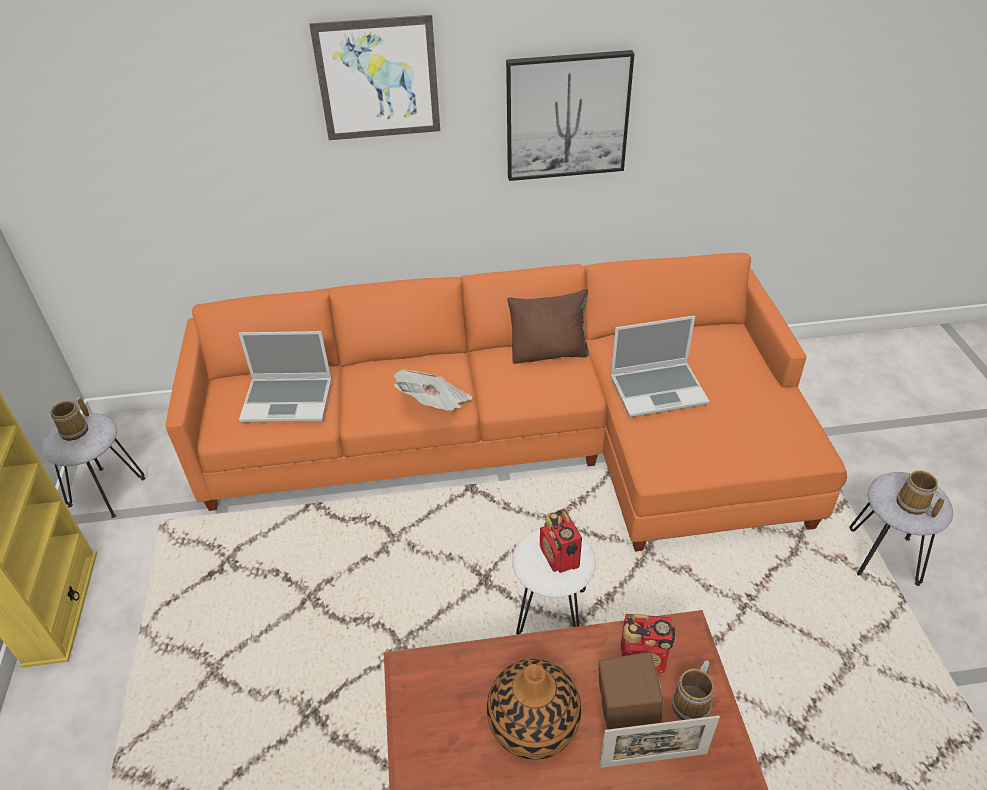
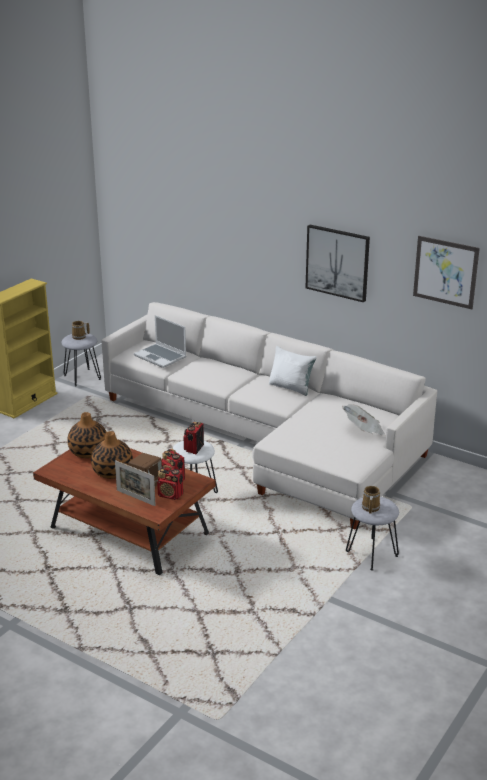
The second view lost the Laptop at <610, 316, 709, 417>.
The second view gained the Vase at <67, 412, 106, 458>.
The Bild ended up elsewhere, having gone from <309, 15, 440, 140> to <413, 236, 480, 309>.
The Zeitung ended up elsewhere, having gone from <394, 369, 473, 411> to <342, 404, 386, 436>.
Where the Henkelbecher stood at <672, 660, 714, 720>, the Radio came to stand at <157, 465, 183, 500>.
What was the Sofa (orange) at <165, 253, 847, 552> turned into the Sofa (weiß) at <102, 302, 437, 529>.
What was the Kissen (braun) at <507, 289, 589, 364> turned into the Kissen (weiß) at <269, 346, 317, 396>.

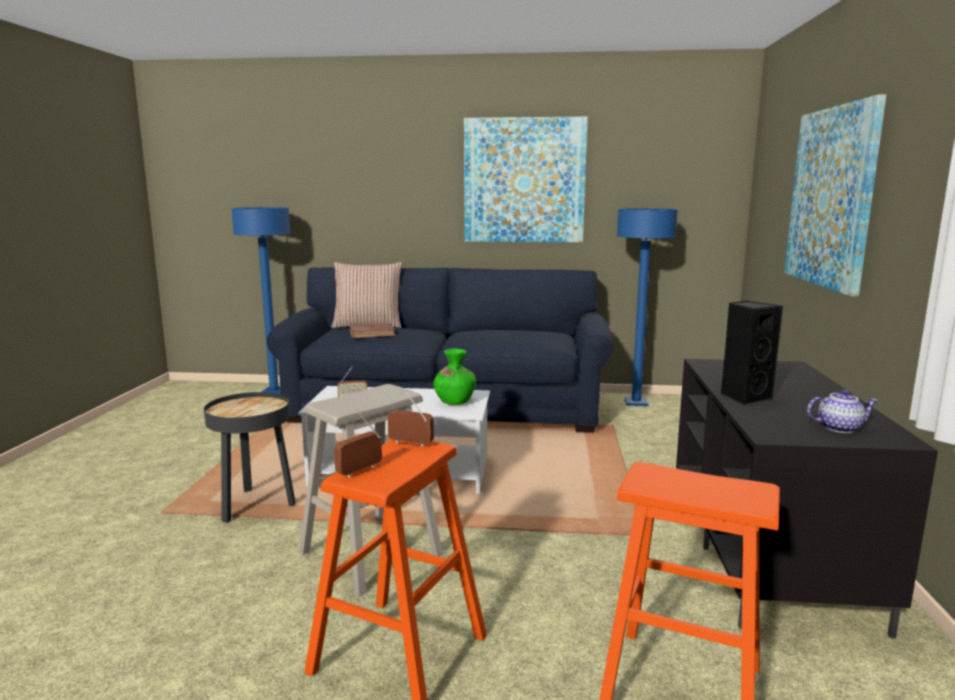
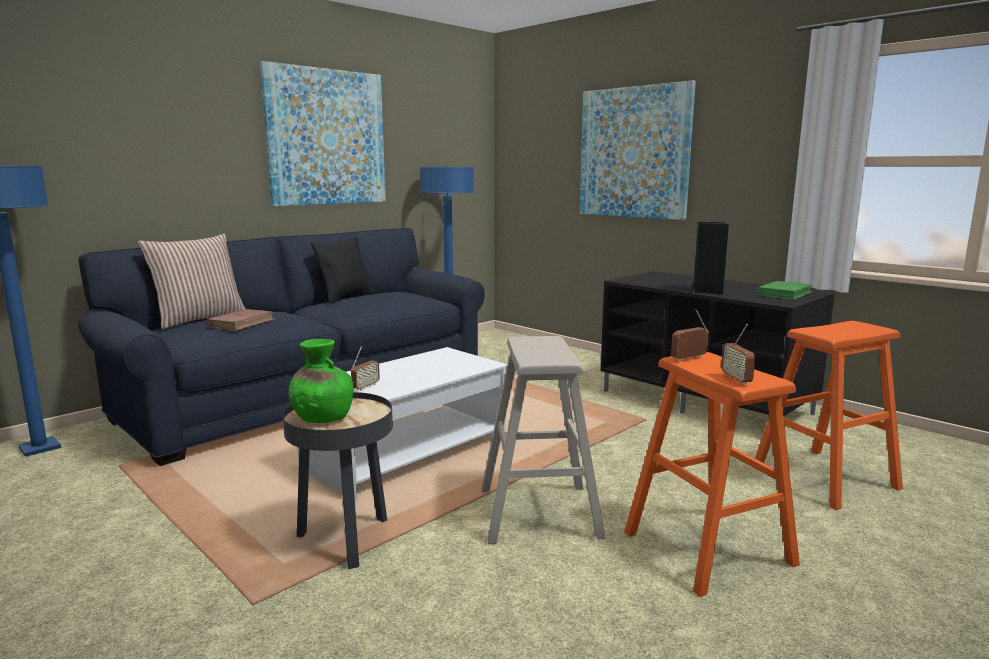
The second view gained the Kissen (schwarz) at <311, 237, 374, 303>.
The Vase (grün) ended up elsewhere, having gone from <433, 348, 476, 405> to <289, 339, 354, 423>.
Where the Teekanne stood at <807, 389, 878, 433>, the Buch (grün) came to stand at <756, 281, 813, 300>.

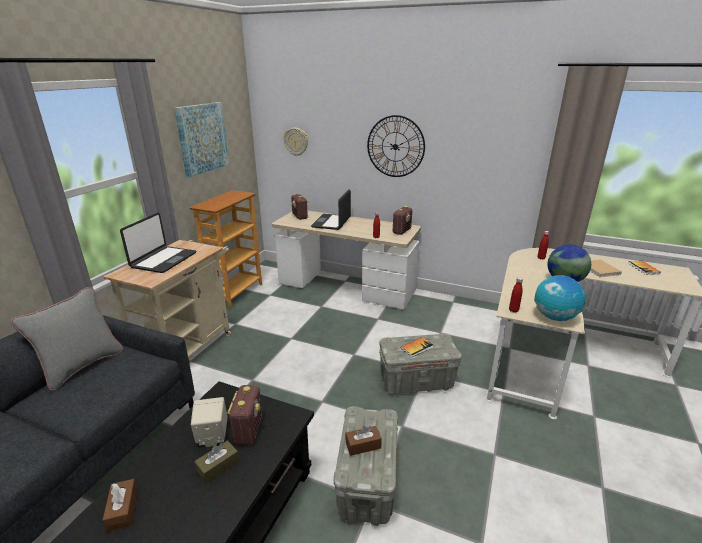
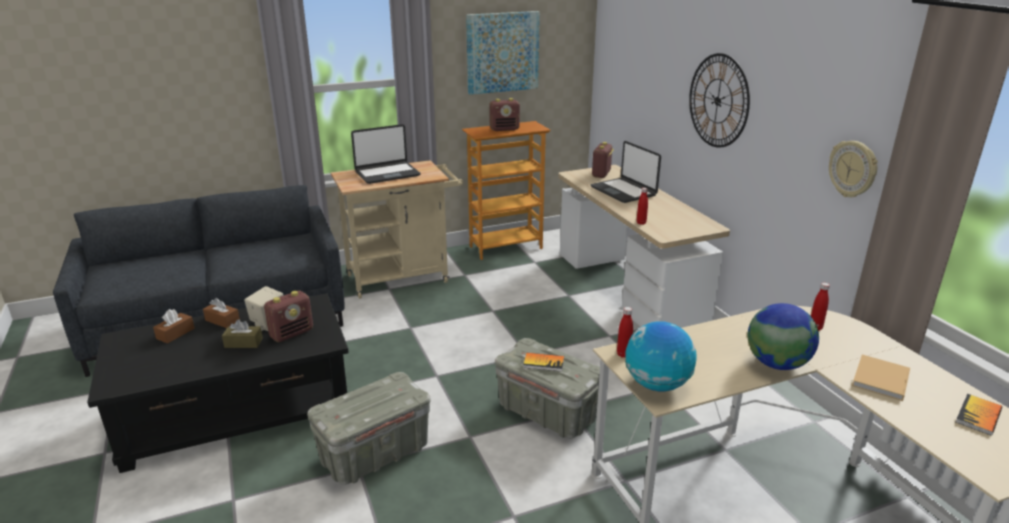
The second view lost the Kissen (grau) at <11, 287, 123, 391>.
The Wanduhr ended up elsewhere, having gone from <284, 128, 308, 156> to <829, 141, 878, 197>.
The Taschentuchbox (braun) ended up elsewhere, having gone from <346, 426, 382, 456> to <203, 298, 240, 328>.
The Radio ended up elsewhere, having gone from <393, 206, 412, 235> to <489, 98, 520, 131>.
The Laptop at <311, 189, 351, 230> ended up facing another way, 90 degrees counterclockwise from before.

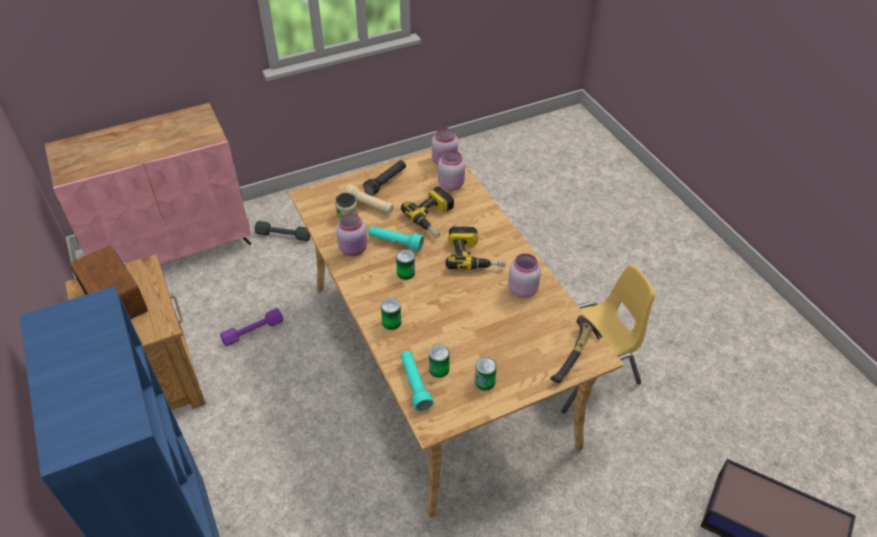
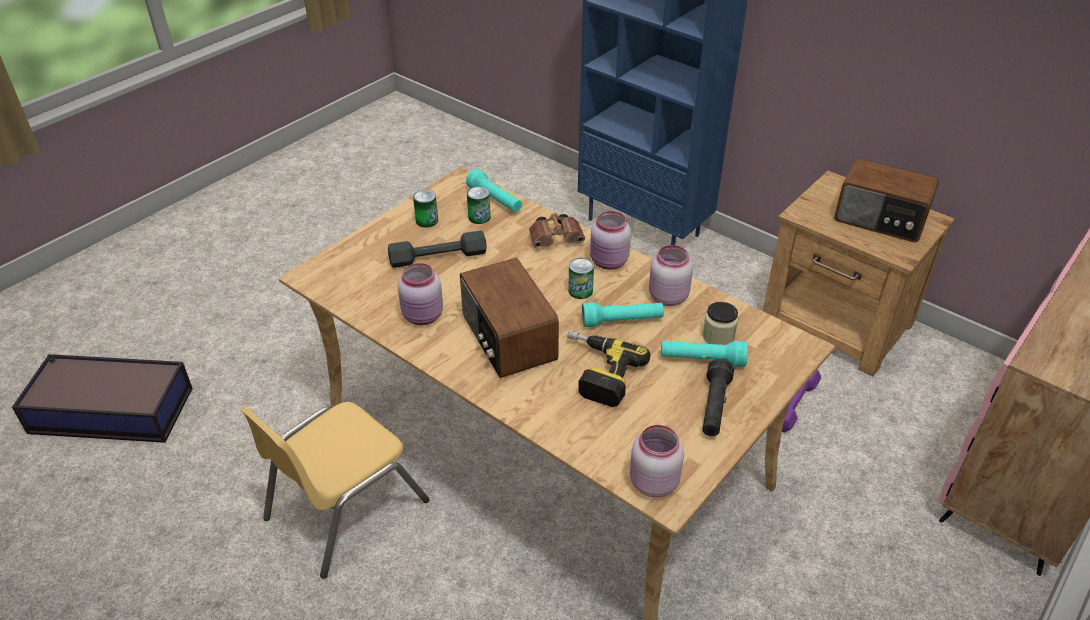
The second view lost the Hammer at <550, 315, 602, 383>.
The Hantel (grau) ended up elsewhere, having gone from <255, 221, 311, 241> to <388, 231, 487, 268>.
The Vorratsglas (rosa) ended up elsewhere, having gone from <438, 150, 465, 191> to <590, 211, 631, 270>.
Where the Dose stood at <381, 298, 401, 330>, the Fernglas (braun) came to stand at <529, 213, 585, 248>.
Where the Bohrmaschine stood at <445, 227, 505, 270>, the Radio came to stand at <460, 258, 559, 378>.
What was the Taschenlampe (beige) at <344, 184, 394, 214> turned into the Taschenlampe (türkis) at <661, 341, 748, 367>.

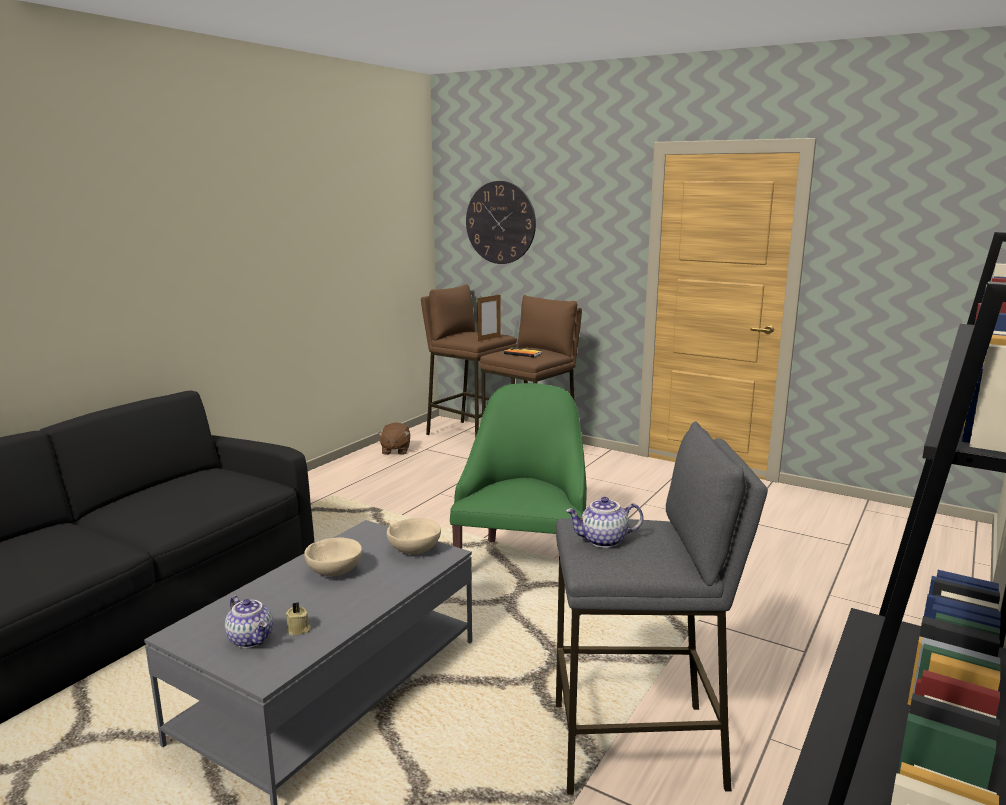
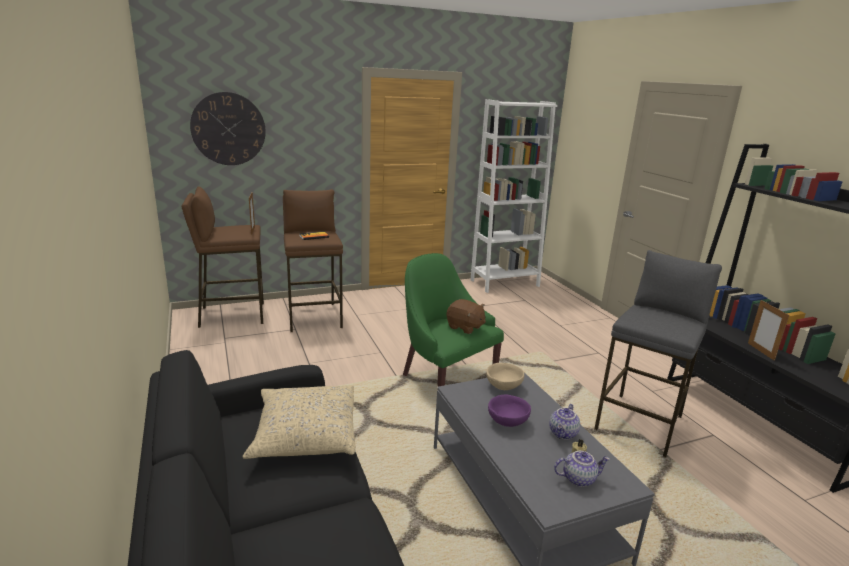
The second view gained the Kissen (beige) at <243, 385, 356, 459>.
The second view gained the Bücherregal (weiß) at <471, 99, 558, 293>.
The second view gained the Bilderrahmen at <748, 300, 789, 361>.
The Plüschtier (braun) ended up elsewhere, having gone from <378, 422, 410, 455> to <447, 299, 486, 334>.
The Teekanne ended up elsewhere, having gone from <565, 497, 643, 548> to <549, 404, 580, 440>.
What was the Schüssel (beige) at <304, 537, 362, 576> turned into the Schüssel (lila) at <488, 395, 531, 427>.

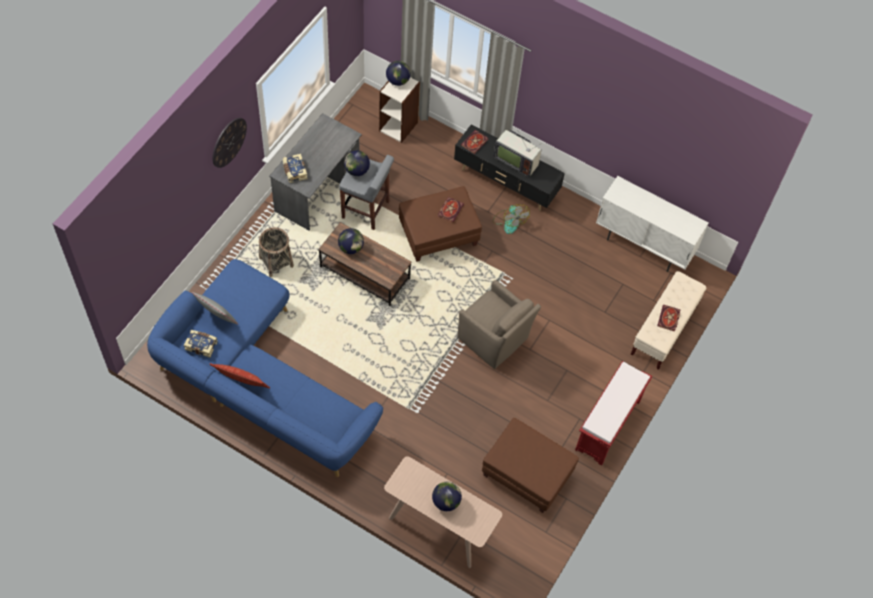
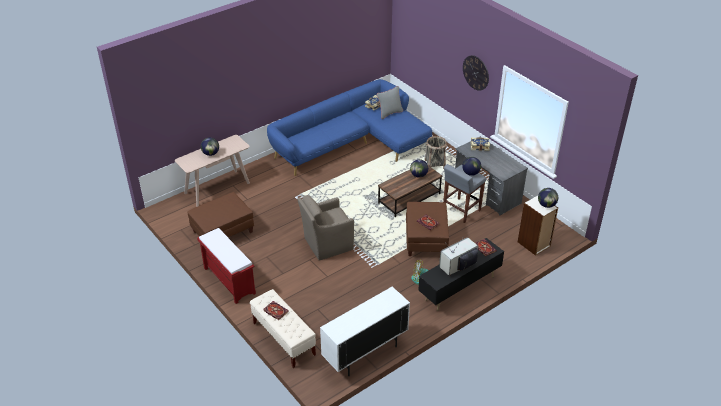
The second view lost the Kissen at <209, 363, 270, 388>.

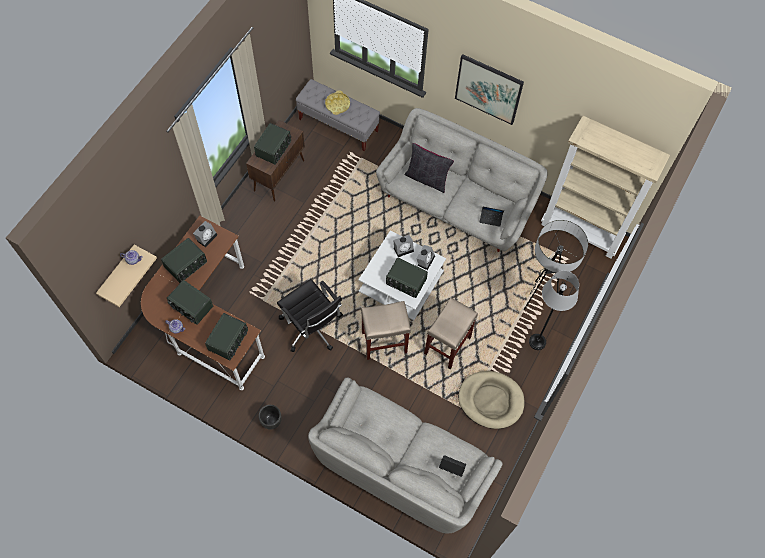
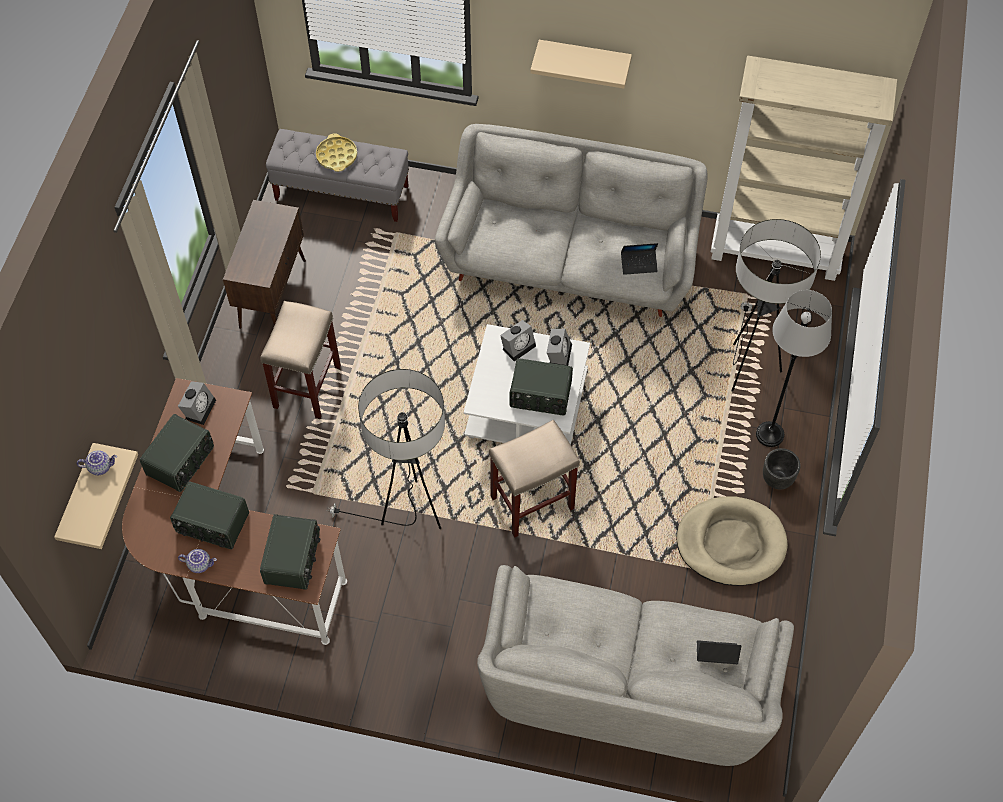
The second view lost the Radio at <254, 123, 291, 165>.
The second view lost the Kissen (schwarz) at <404, 143, 454, 193>.
The Pflanzkübel (schwarz) ended up elsewhere, having gone from <258, 405, 282, 430> to <763, 448, 800, 489>.
The Hocker (beige) ended up elsewhere, having gone from <424, 298, 478, 369> to <260, 301, 341, 419>.
Where the Bürostuhl (schwarz) stood at <277, 279, 343, 352>, the Stehlampe came to stand at <326, 369, 445, 529>.
Where the Bild hung at <455, 54, 524, 125>, the Wandregal (beige) came to hang at <530, 40, 632, 89>.

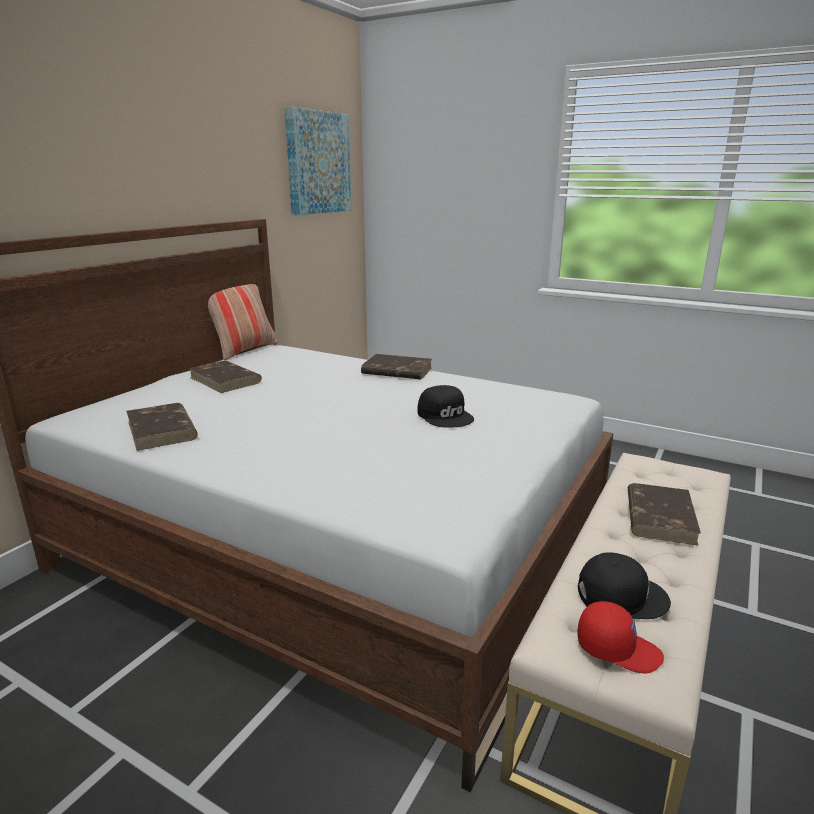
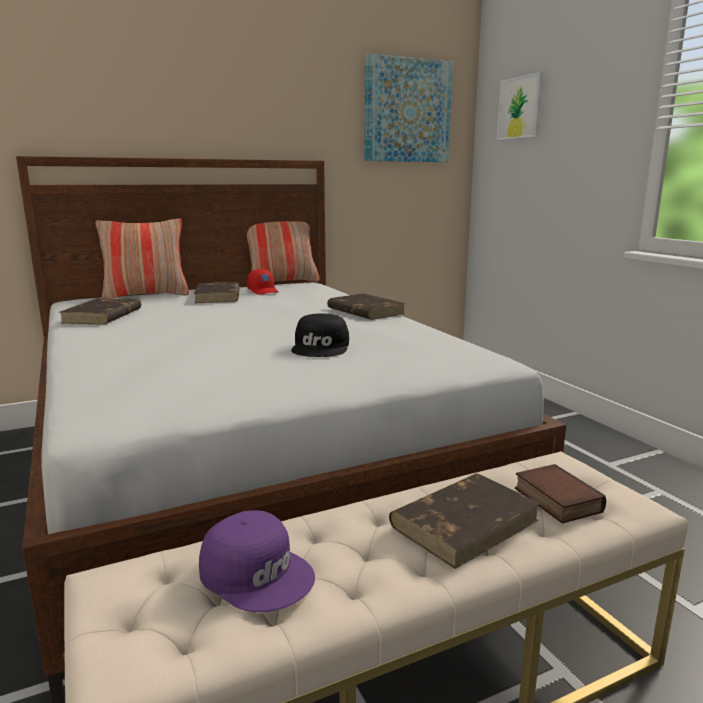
The second view gained the Kissen at <96, 218, 189, 298>.
The second view gained the Bild at <497, 72, 543, 140>.
The second view gained the Buch at <515, 464, 606, 523>.
The Kappe (rot) ended up elsewhere, having gone from <577, 601, 664, 674> to <247, 268, 279, 295>.
What was the Kappe (schwarz) at <578, 552, 671, 619> turned into the Kappe (lila) at <199, 510, 315, 612>.

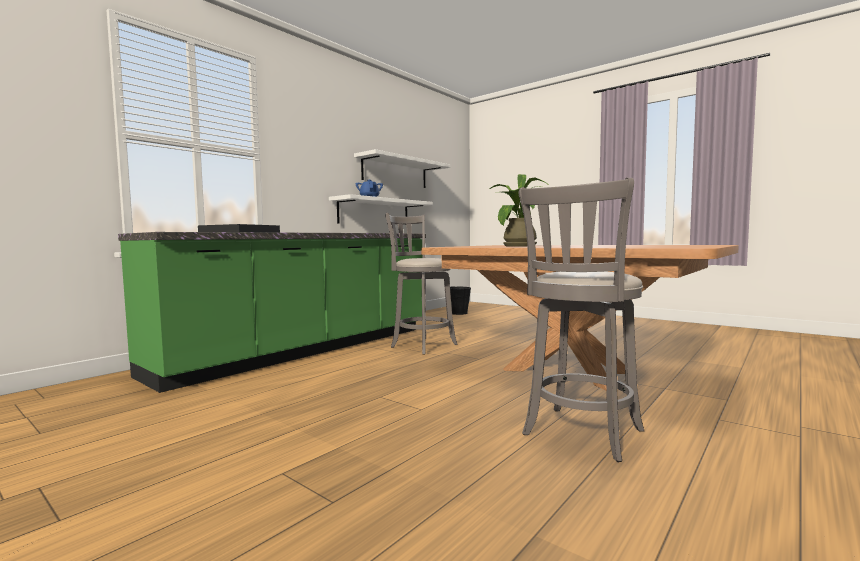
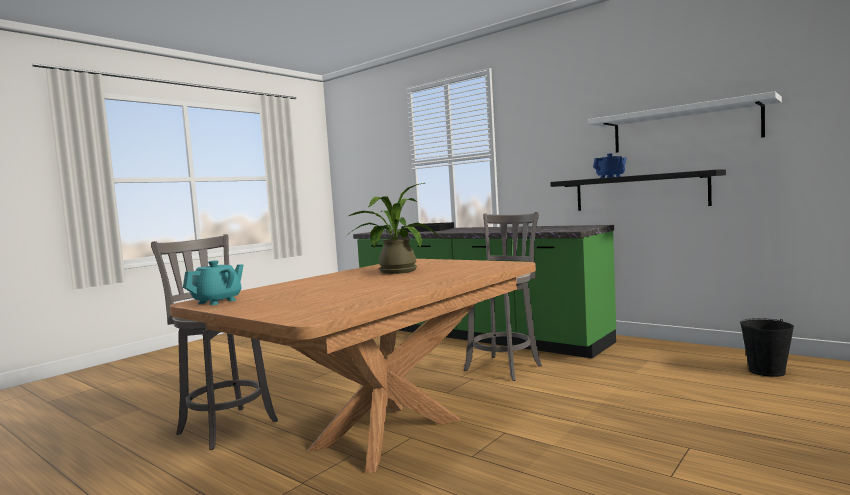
The second view gained the Teekanne (türkis) at <183, 261, 244, 305>.
What was the Wandregal (weiß) at <329, 194, 433, 224> turned into the Wandregal (schwarz) at <550, 170, 726, 211>.

